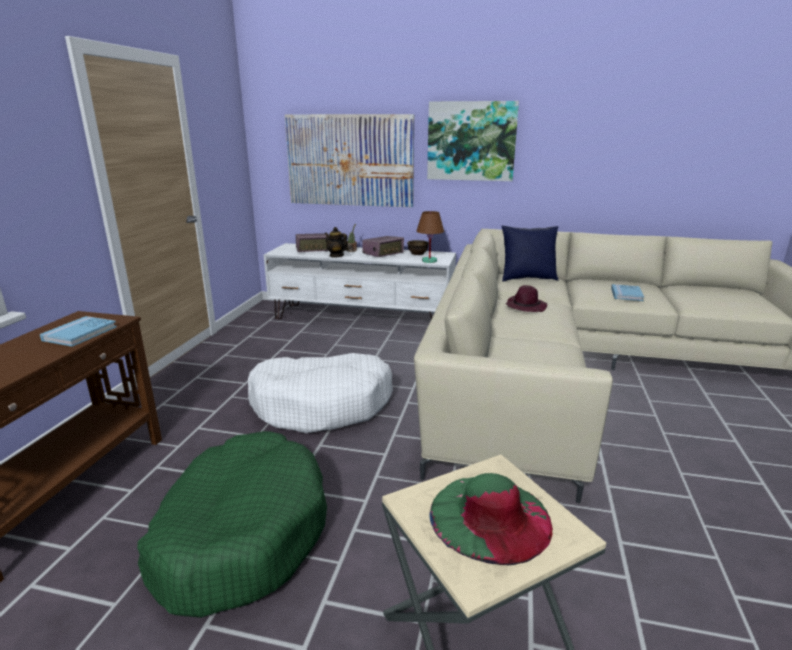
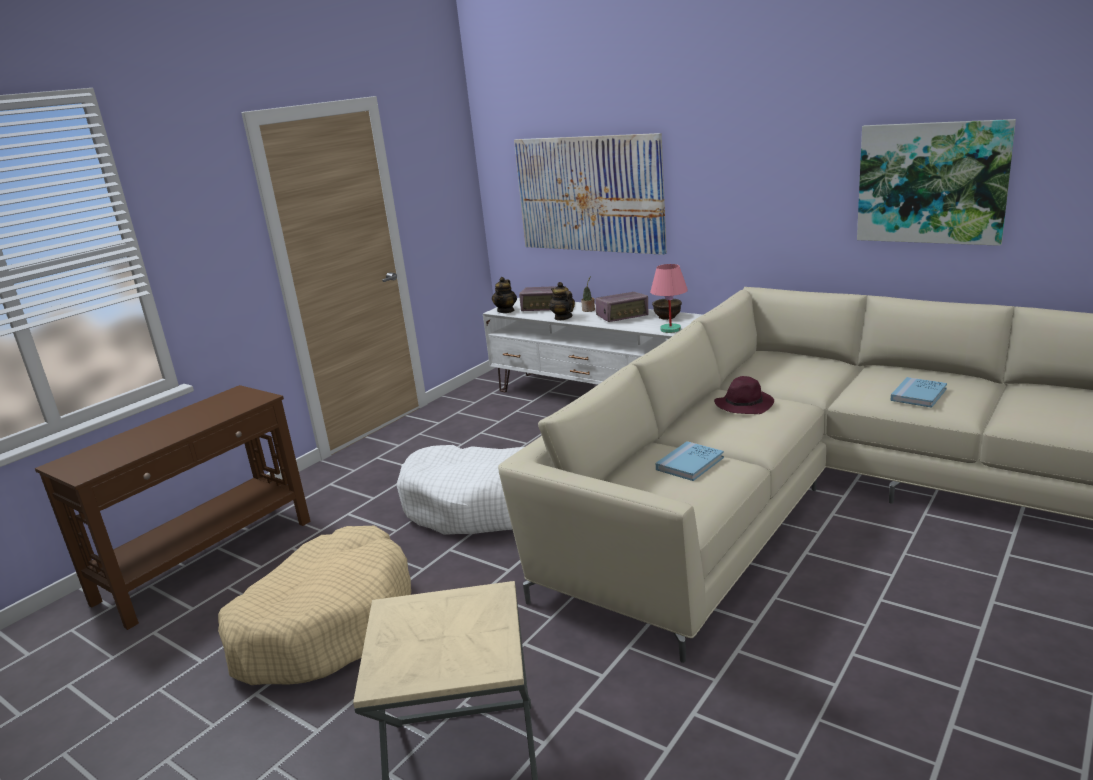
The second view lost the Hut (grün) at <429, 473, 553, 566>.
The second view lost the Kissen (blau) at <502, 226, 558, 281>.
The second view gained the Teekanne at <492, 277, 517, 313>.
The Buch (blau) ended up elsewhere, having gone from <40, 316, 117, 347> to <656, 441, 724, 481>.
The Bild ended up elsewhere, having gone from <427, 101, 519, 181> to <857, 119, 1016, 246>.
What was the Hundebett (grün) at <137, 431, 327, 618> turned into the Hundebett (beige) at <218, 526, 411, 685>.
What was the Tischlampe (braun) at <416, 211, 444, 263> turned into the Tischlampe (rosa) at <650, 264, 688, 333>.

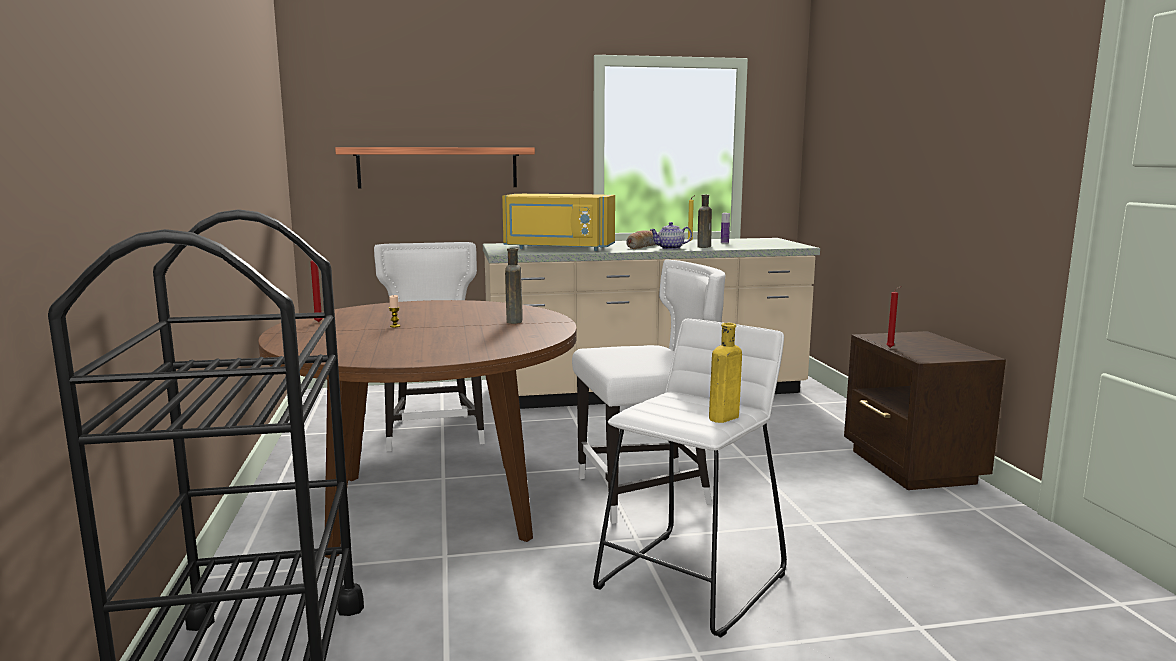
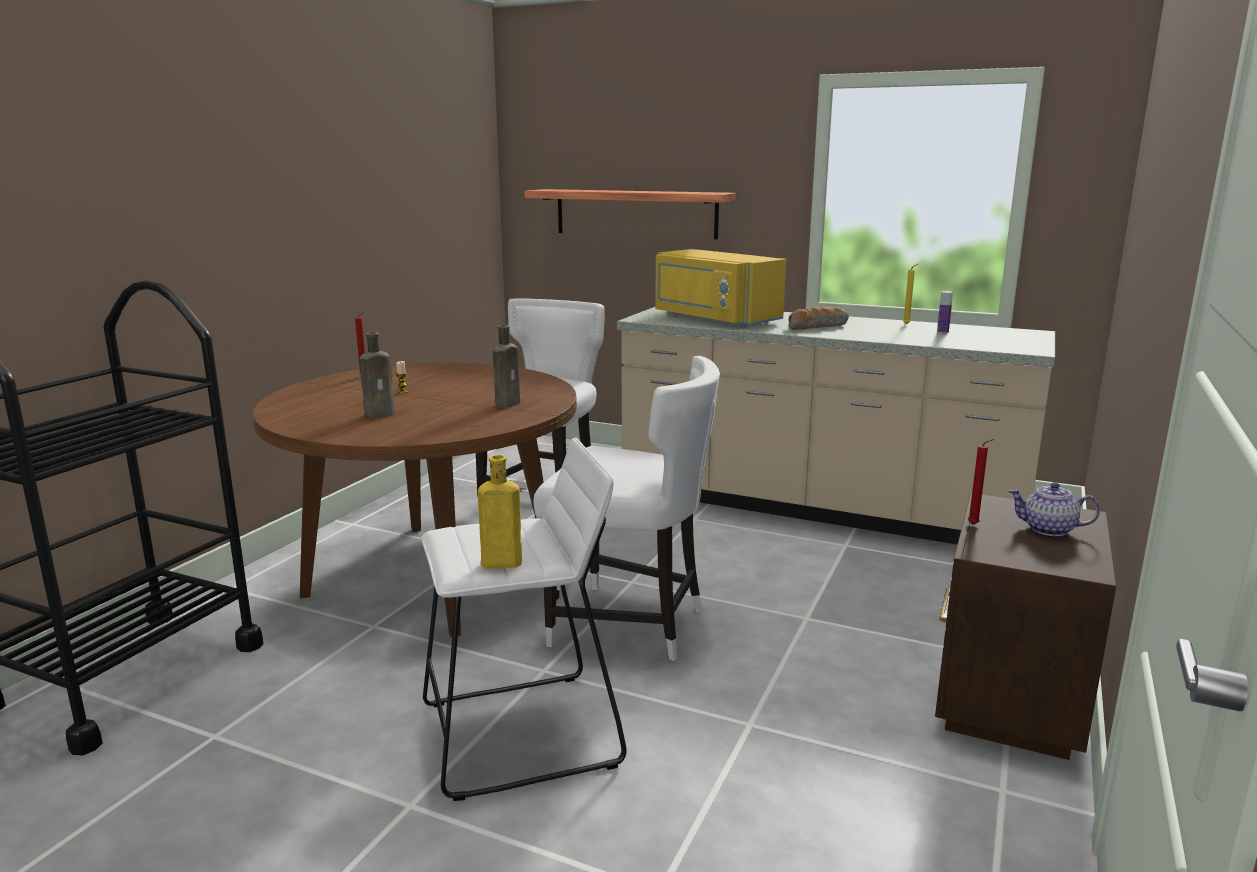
The Teekanne ended up elsewhere, having gone from <650, 222, 692, 249> to <1008, 482, 1100, 536>.
The Flasche (braun) ended up elsewhere, having gone from <698, 195, 712, 248> to <359, 332, 395, 418>.

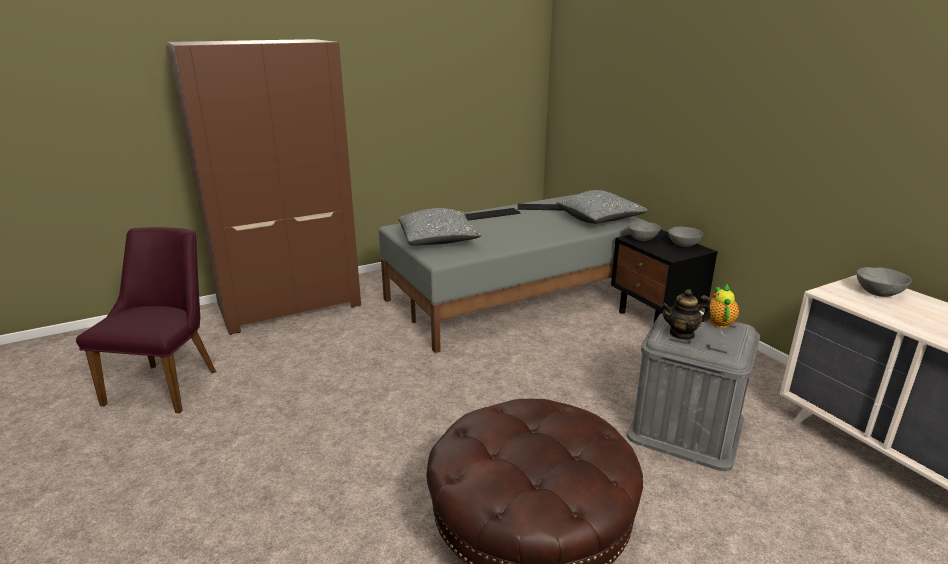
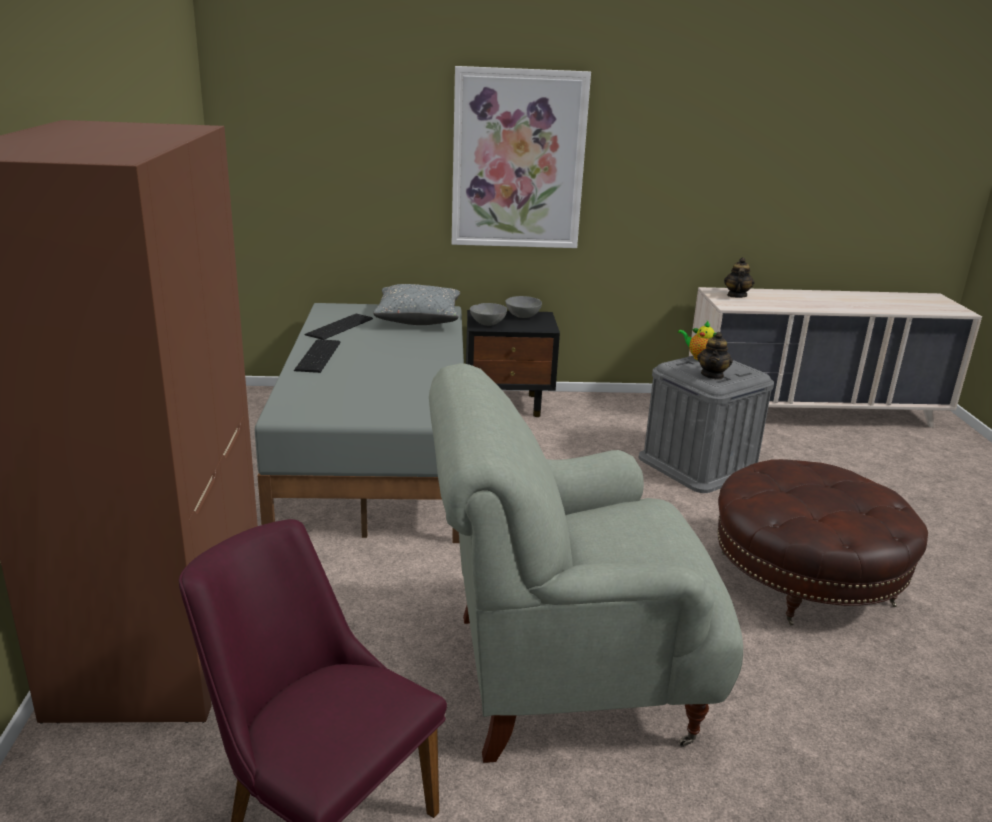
The second view lost the Kissen (grau) at <399, 208, 481, 246>.
The second view gained the Sessel (grau) at <429, 363, 743, 763>.
The second view gained the Bild at <452, 66, 591, 248>.
Where the Schüssel (grau) stood at <857, 267, 912, 297>, the Teekanne came to stand at <724, 257, 755, 298>.

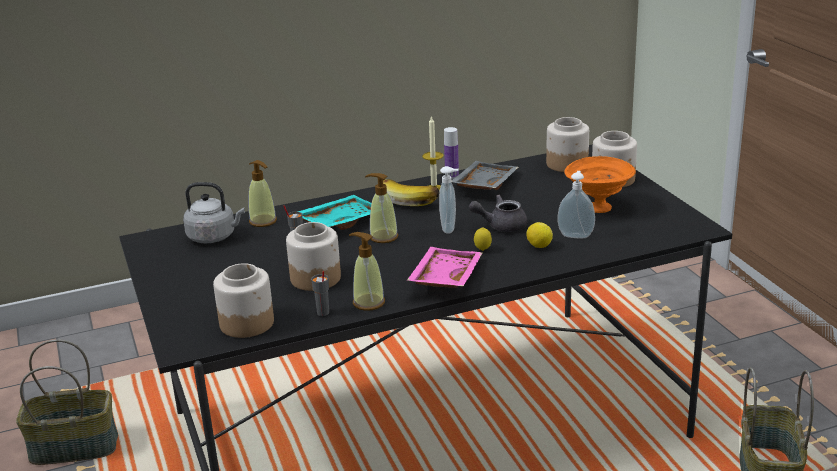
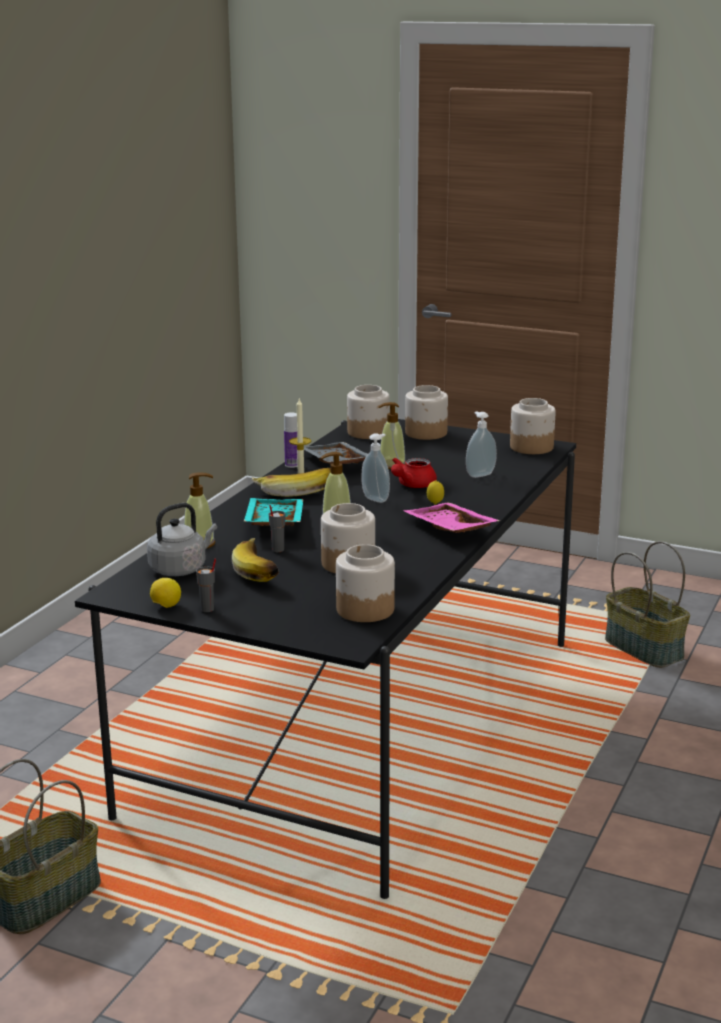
The second view lost the Schüssel (orange) at <565, 156, 636, 213>.
The second view gained the Banane at <232, 538, 279, 582>.
The second view gained the Vorratsglas at <510, 398, 555, 454>.
The Tasse (grau) ended up elsewhere, having gone from <311, 271, 329, 316> to <196, 558, 216, 612>.
The Seifenspender ended up elsewhere, having gone from <349, 232, 385, 311> to <378, 402, 405, 469>.
The Zitrone ended up elsewhere, having gone from <526, 222, 553, 248> to <150, 578, 181, 608>.
What was the Teekanne (grau) at <469, 195, 527, 232> turned into the Teekanne (rot) at <391, 458, 437, 488>.

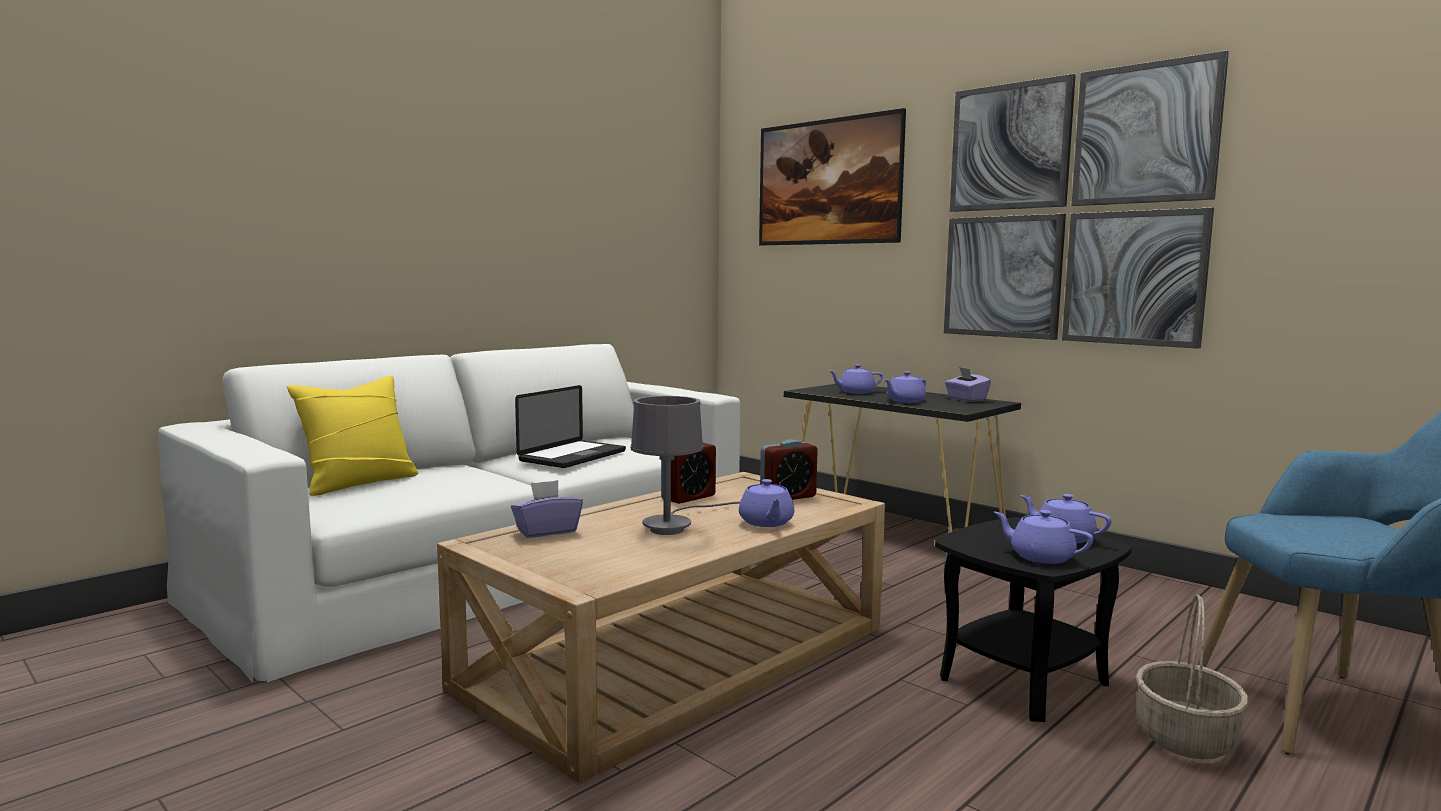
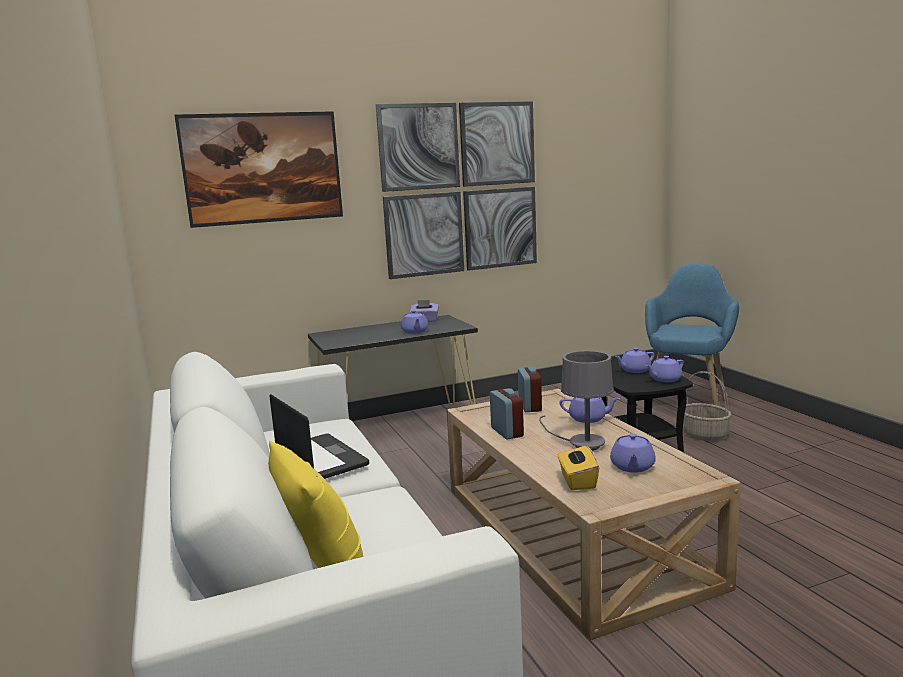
The Teekanne (lila) ended up elsewhere, having gone from <829, 364, 883, 394> to <610, 433, 656, 473>.
What was the Taschentuchbox (lila) at <511, 480, 583, 538> turned into the Taschentuchbox (gelb) at <558, 443, 599, 490>.

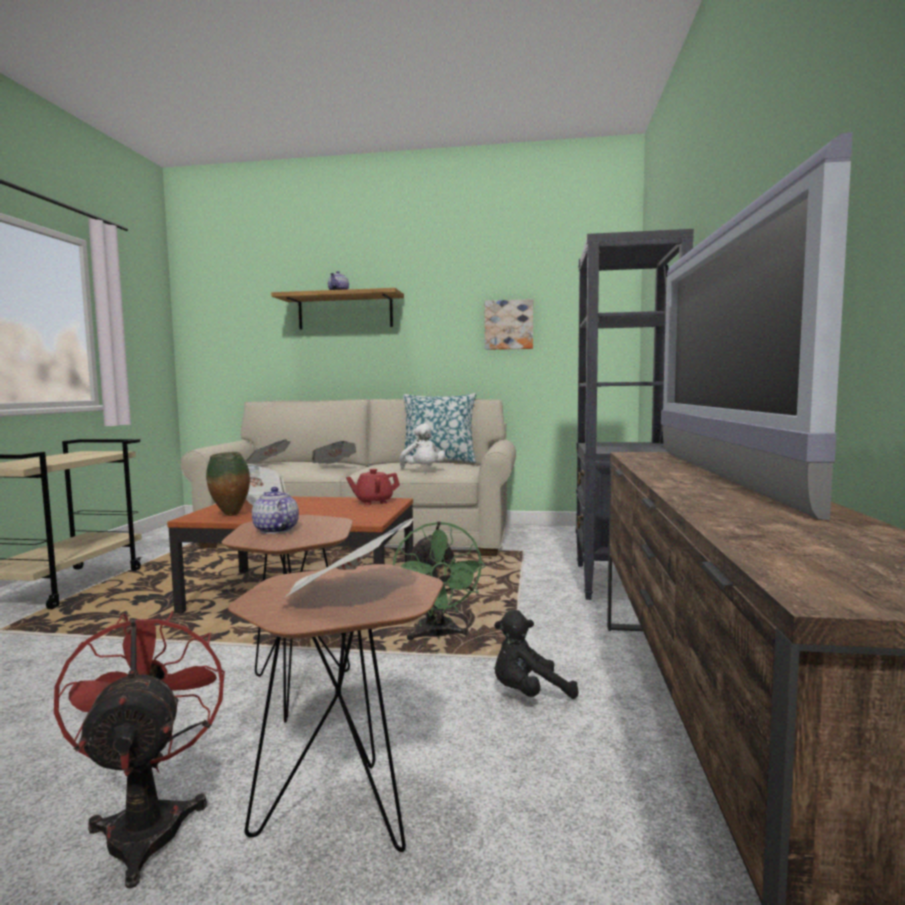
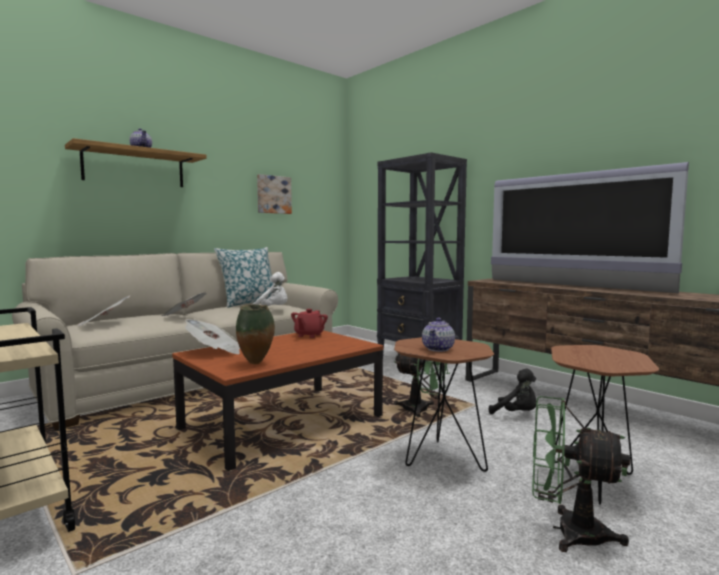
The second view lost the Zeitung at <284, 519, 413, 598>.
What was the Ventilator (rot) at <54, 611, 225, 889> turned into the Ventilator (grün) at <532, 396, 630, 552>.
The Teekanne at <252, 487, 299, 534> ended up facing another way, 75 degrees counterclockwise from before.
The Plüschtier (schwarz) at <494, 610, 579, 699> ended up facing another way, 75 degrees counterclockwise from before.

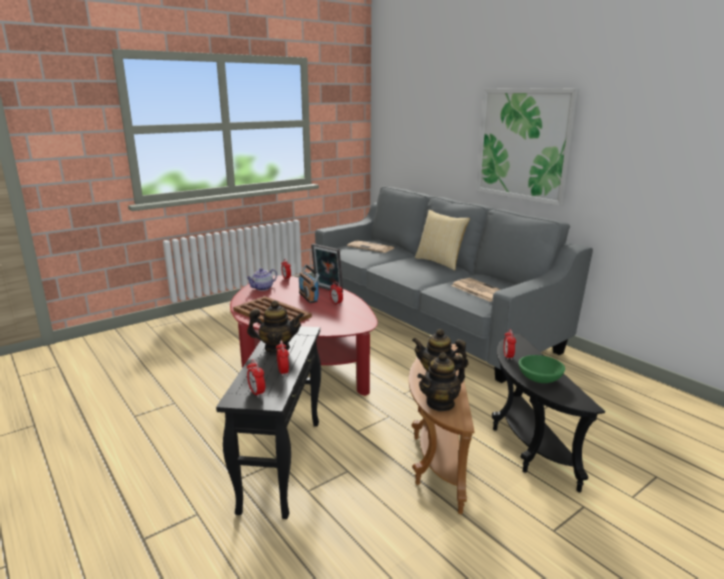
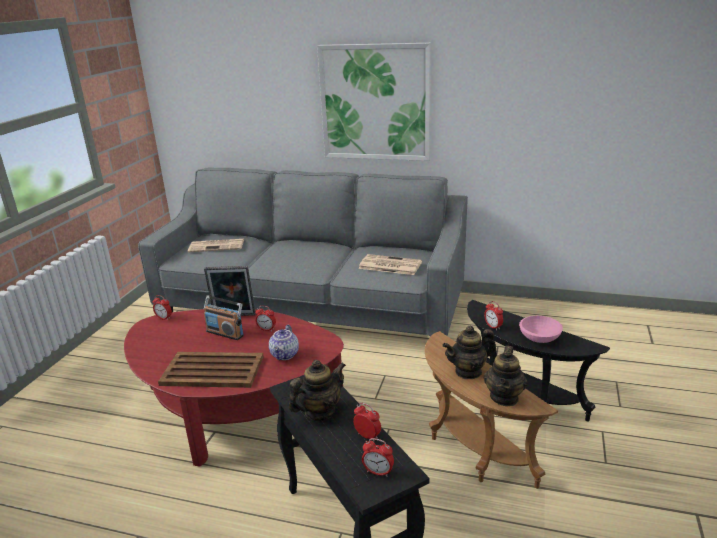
The second view lost the Kissen at <415, 210, 470, 271>.
The Teekanne ended up elsewhere, having gone from <246, 268, 277, 291> to <269, 324, 299, 360>.
What was the Schüssel (grün) at <519, 355, 565, 383> turned into the Schüssel (rosa) at <519, 316, 563, 343>.

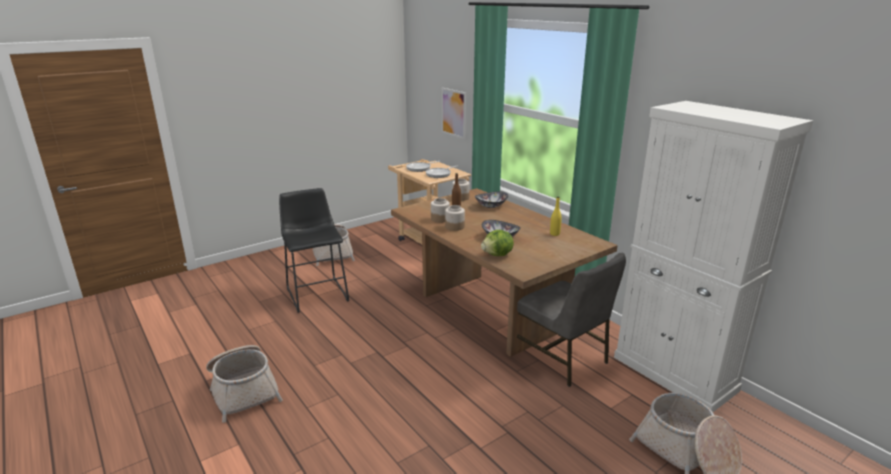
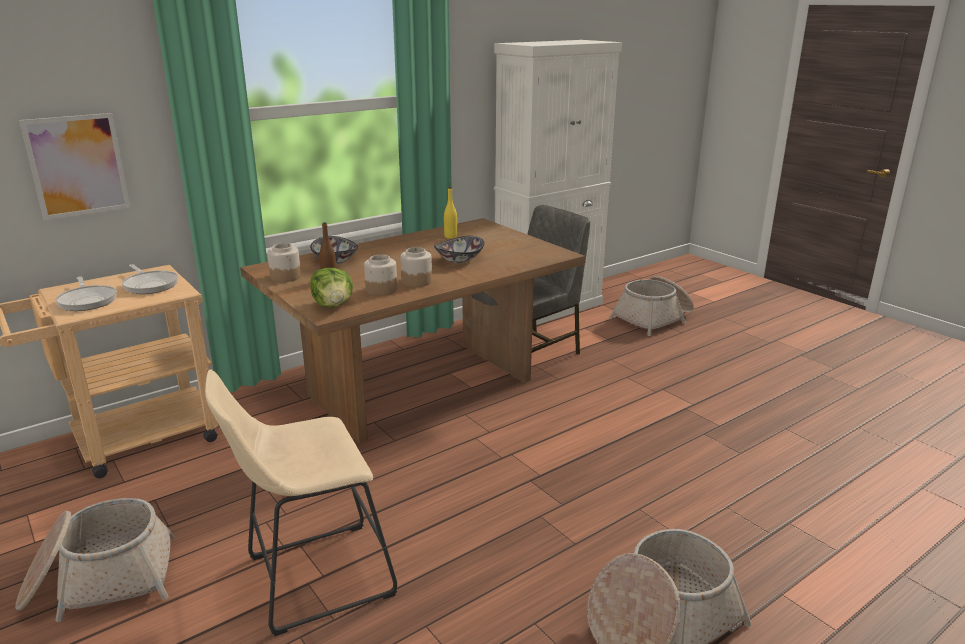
The Salatkopf ended up elsewhere, having gone from <481, 230, 514, 256> to <310, 268, 353, 308>.
What was the Hocker (schwarz) at <279, 188, 349, 313> turned into the Hocker (beige) at <205, 369, 397, 636>.

